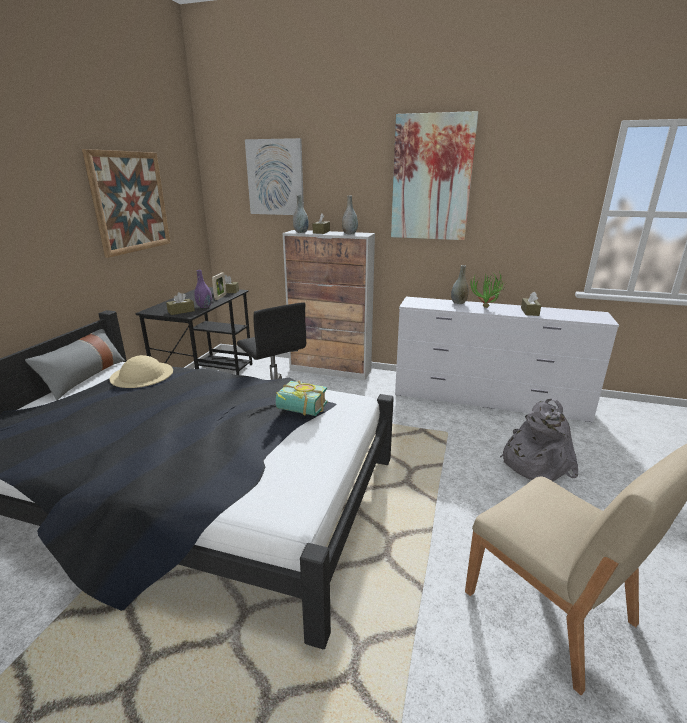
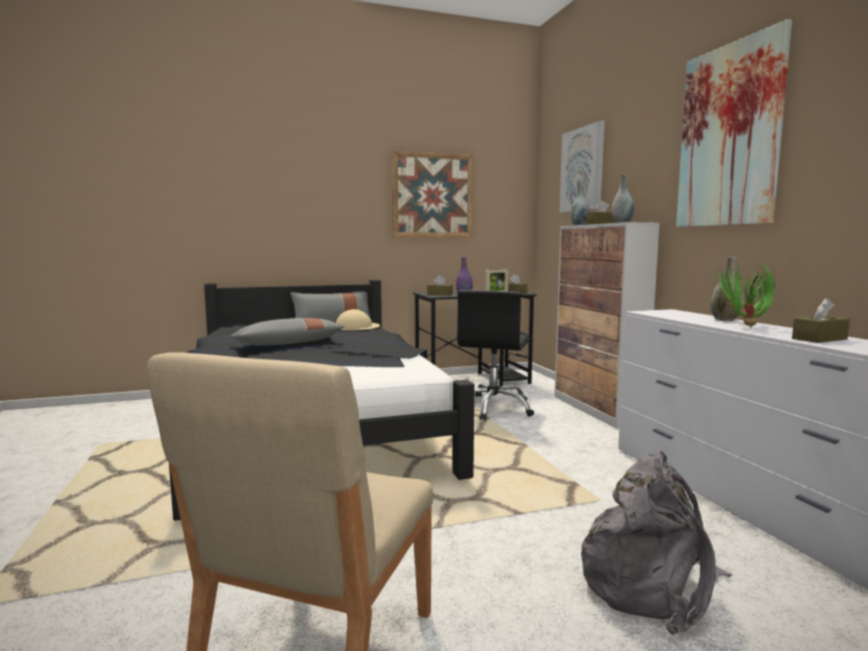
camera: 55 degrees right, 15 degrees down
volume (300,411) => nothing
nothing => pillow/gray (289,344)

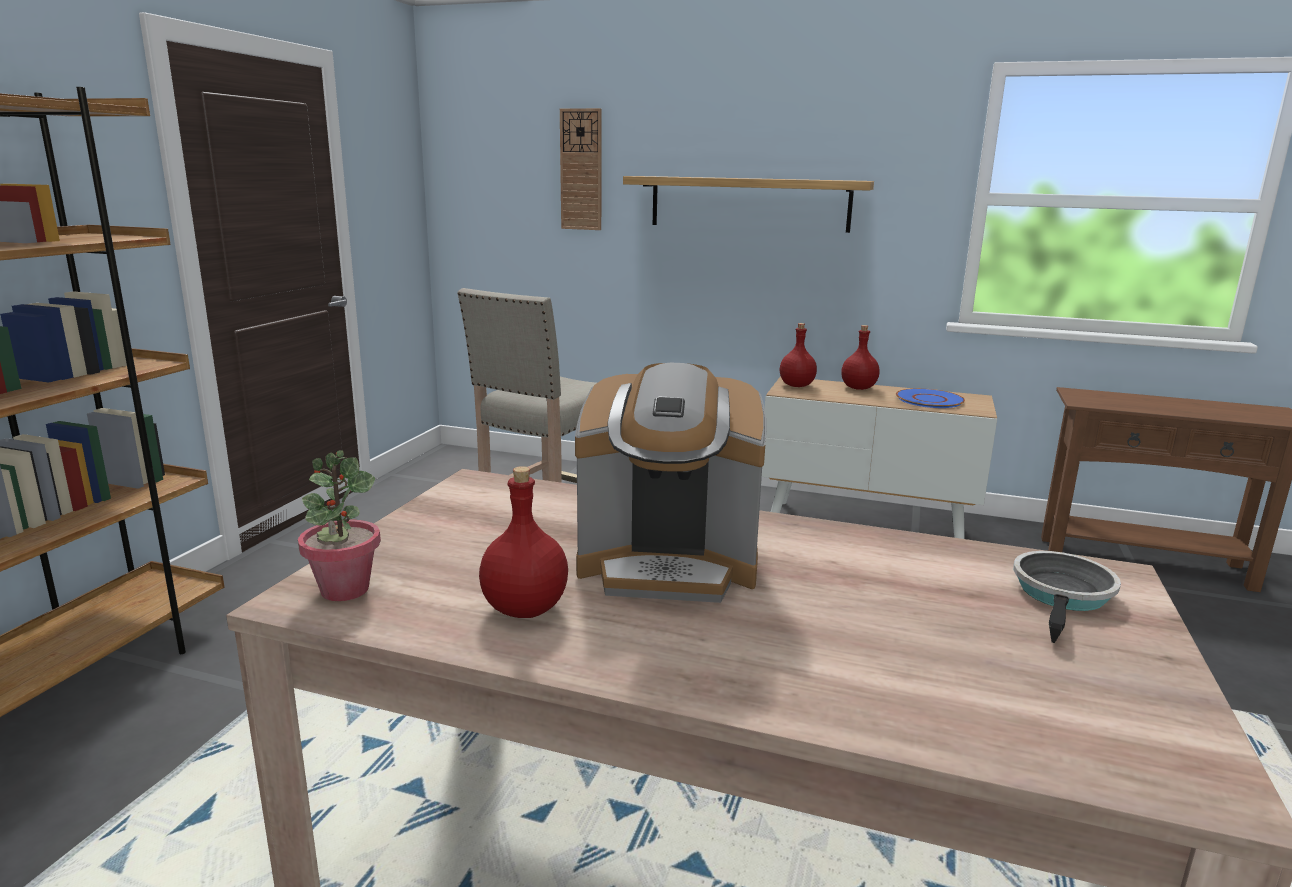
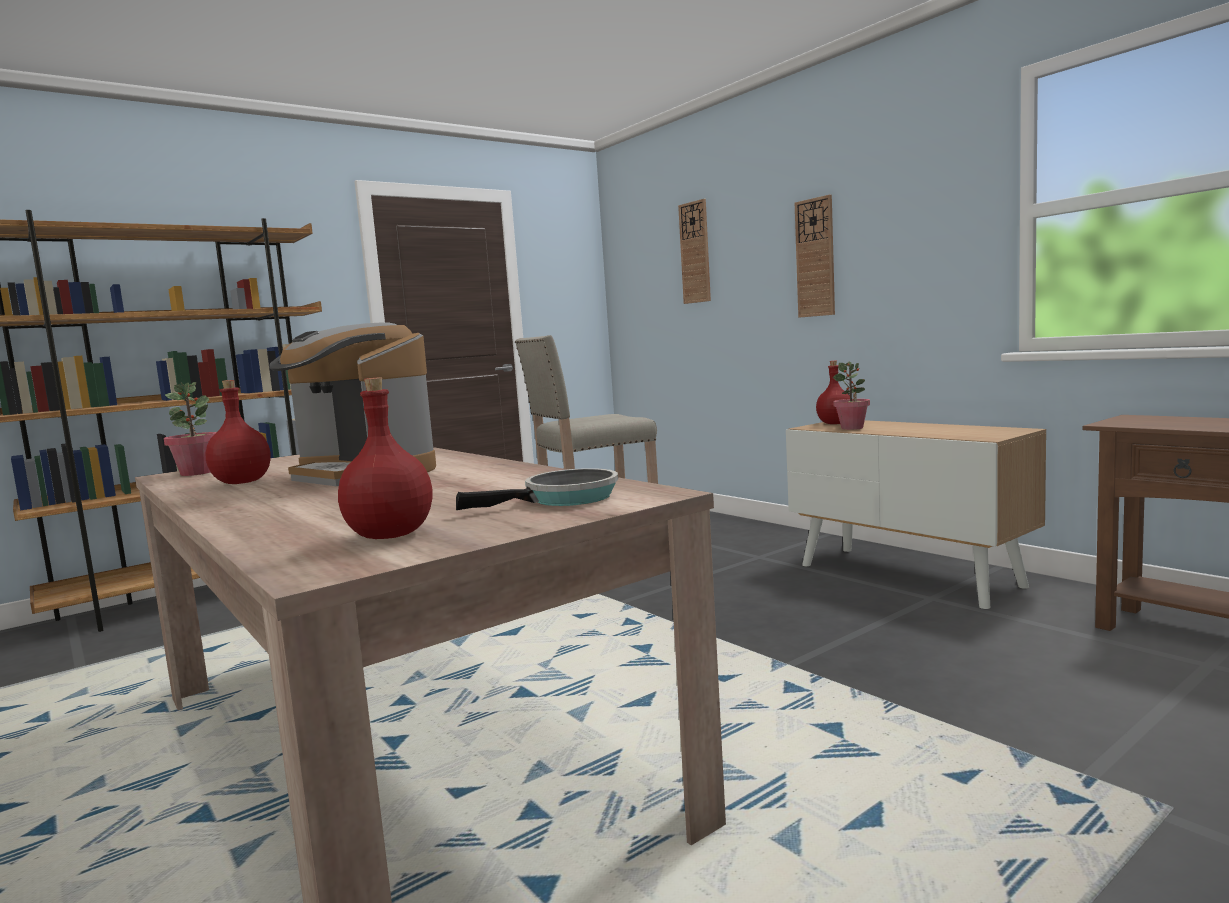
camera: 35 degrees right, 10 degrees down
bracket shelf (749,203) => wall clock (815,258)
bottle/red (858,388) => bottle/red (391,535), moved
plate/blue-coloured (930,400) => nothing
nothing => houseplant (852,428)

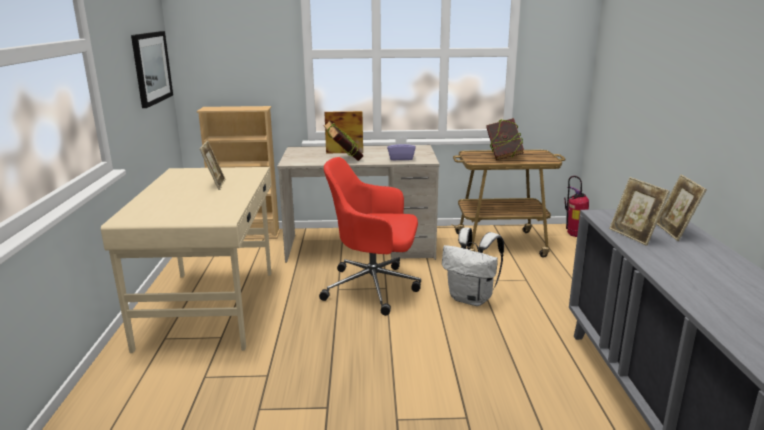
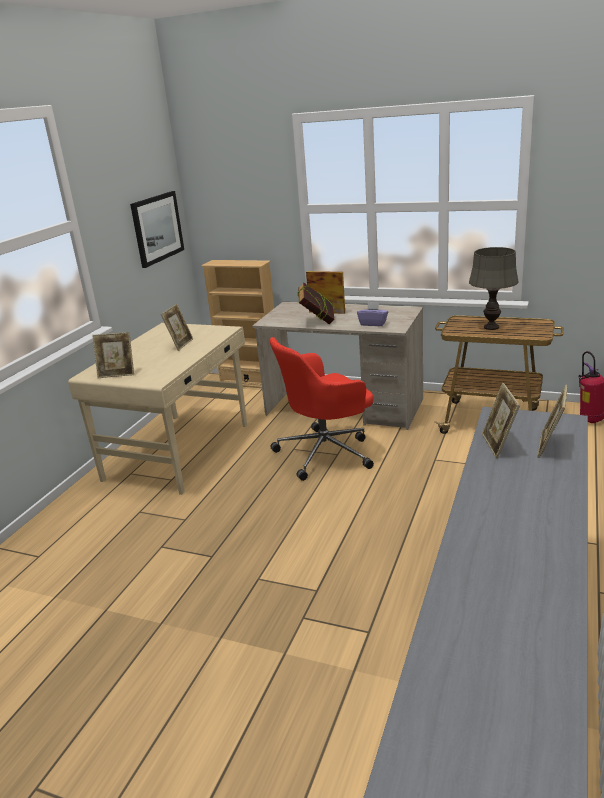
camera: 25 degrees right, 5 degrees up
computer chair/red (374,288) => computer chair/red (326,452), 60 degrees counterclockwise
knapsack/white-coloured (472,299) => nothing
volume (503,157) => tabletop lamp/gray (491,327)
nothing => standing frame (117,374)

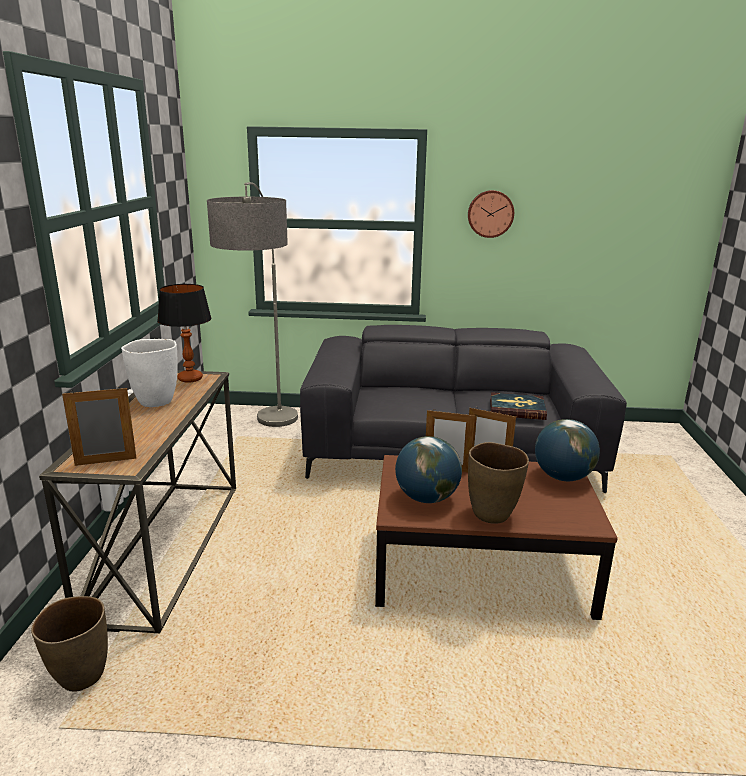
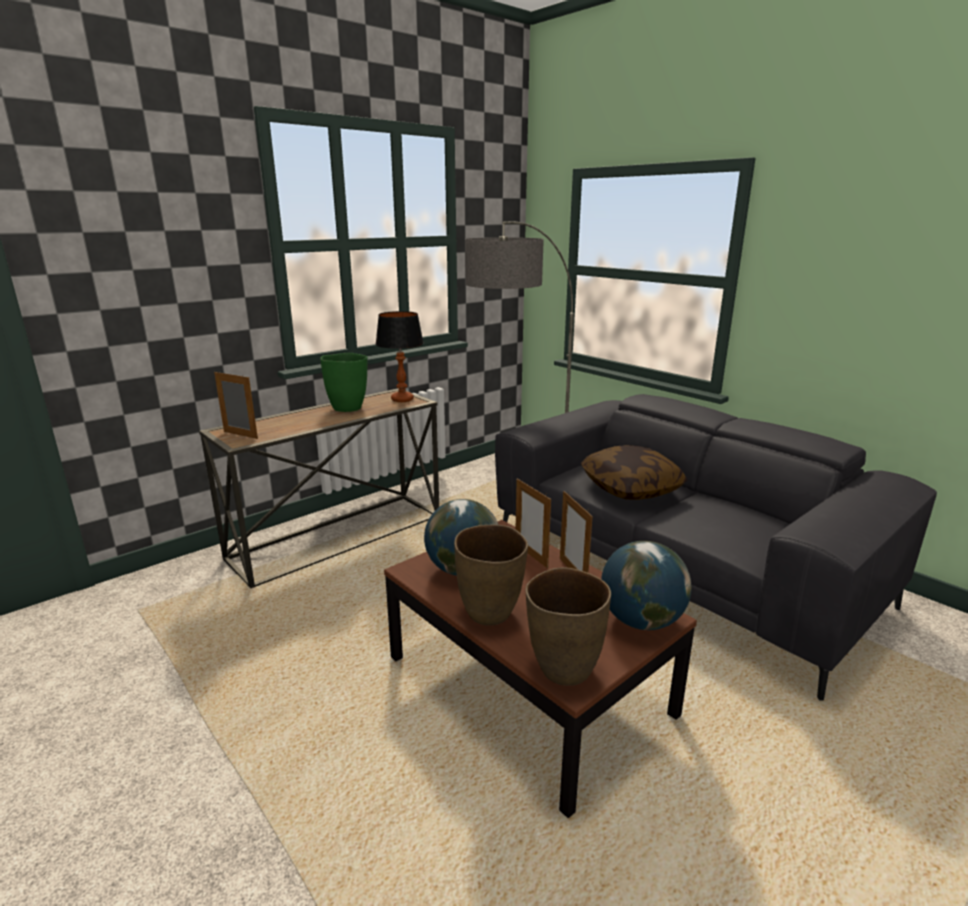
camera: 45 degrees right, 0 degrees up
vase/brown (80,677) => vase/brown (563,669), moved
vase/white-coloured (155,401) => vase/green (347,408)
wall clock (490,213) => nothing
volume (517,409) => nothing
nothing => pillow (631,488)

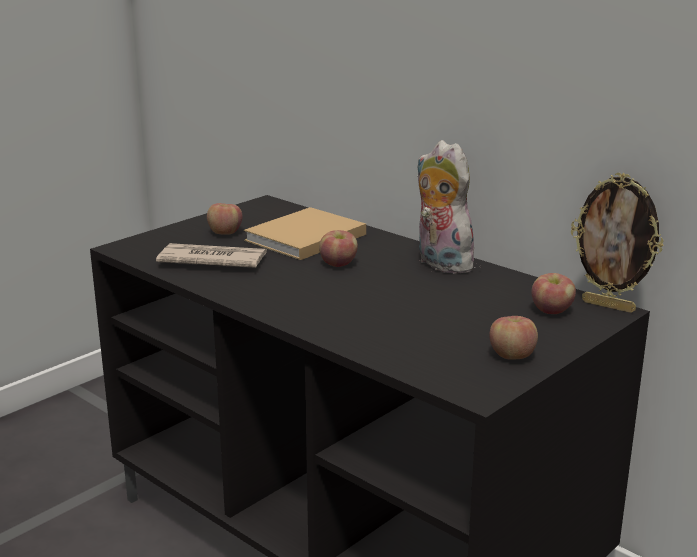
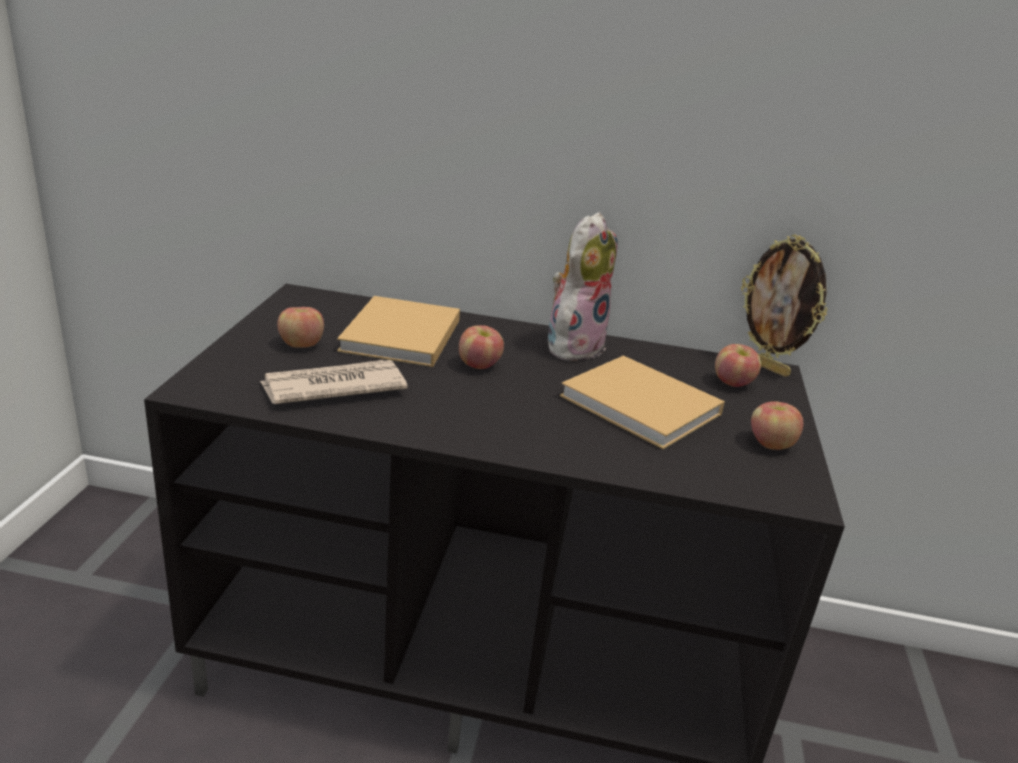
camera: 35 degrees left, 5 degrees up
cuddly toy (440,263) => cuddly toy (573,345), 105 degrees clockwise
standing frame (609,306) => standing frame (766,367), 45 degrees clockwise
nothing => volume/beige (644,407)

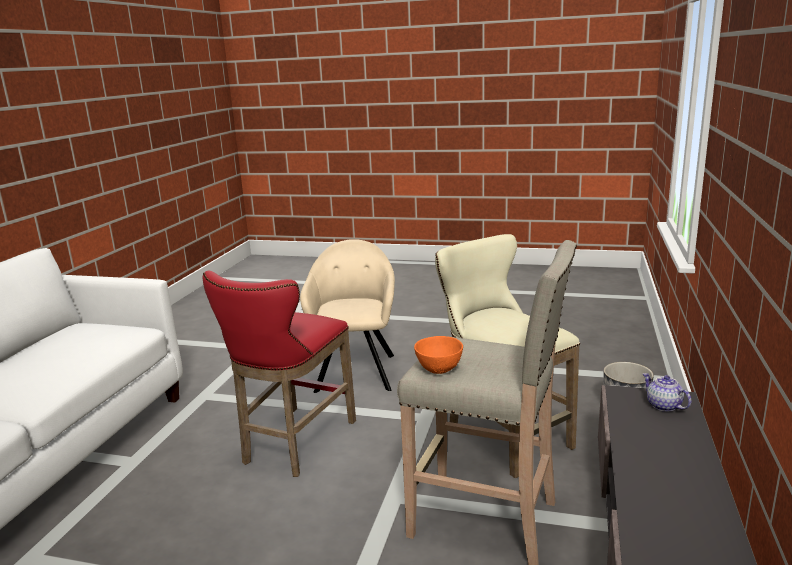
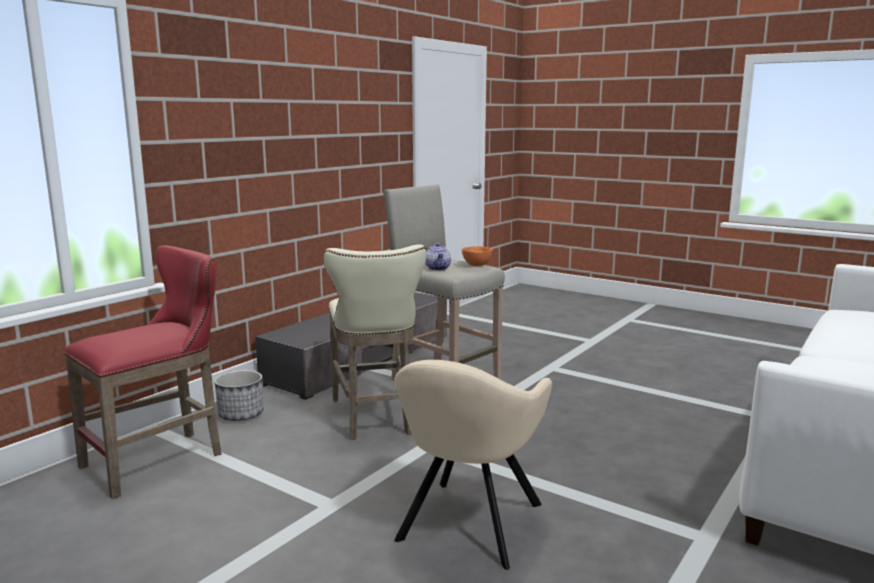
camera: 160 degrees left, 5 degrees down
stool seat/red (293,444) => stool seat/red (161,460), moved
teapot (663,405) => teapot (438,268), moved

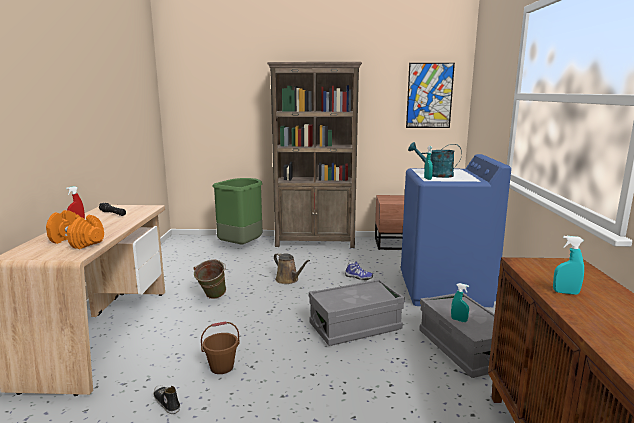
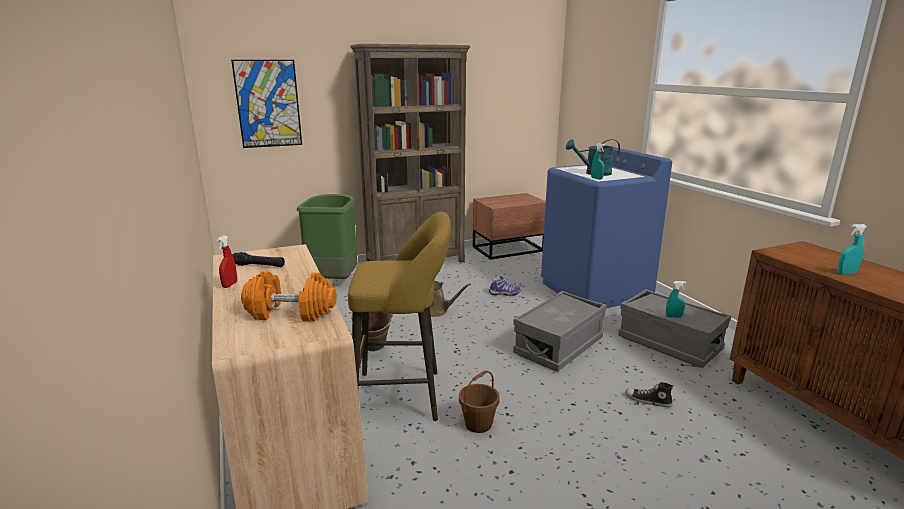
camera: 25 degrees left, 5 degrees up
shoe (166,402) => shoe (647,400), moved
picture (429,95) => picture (268,104), moved
nothing => stool seat/yellowish (404,395)

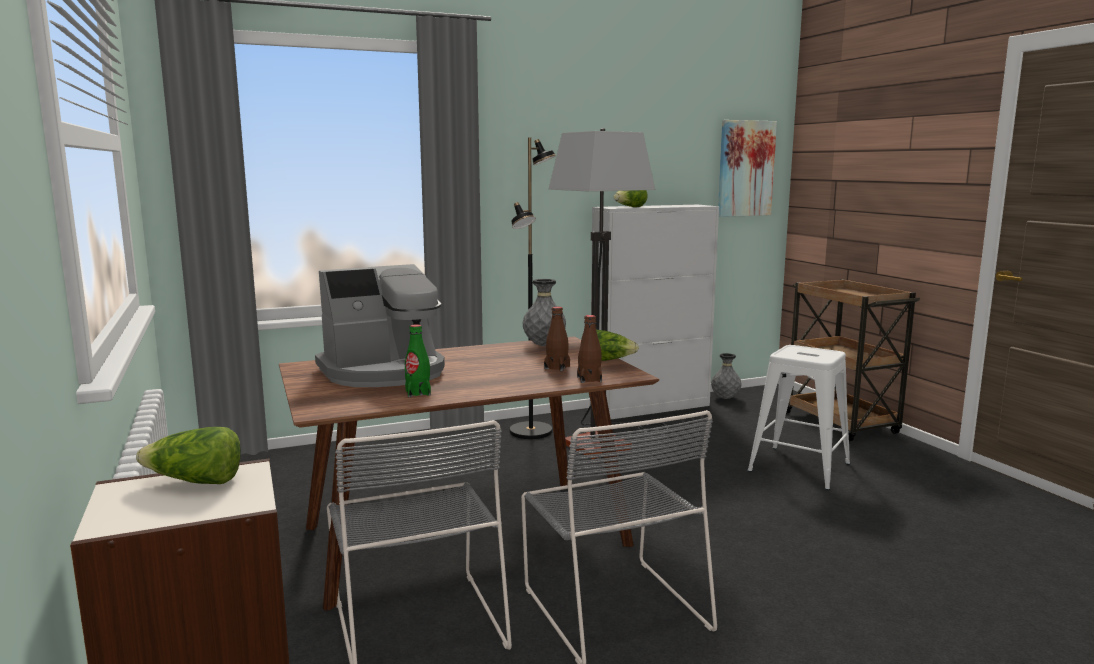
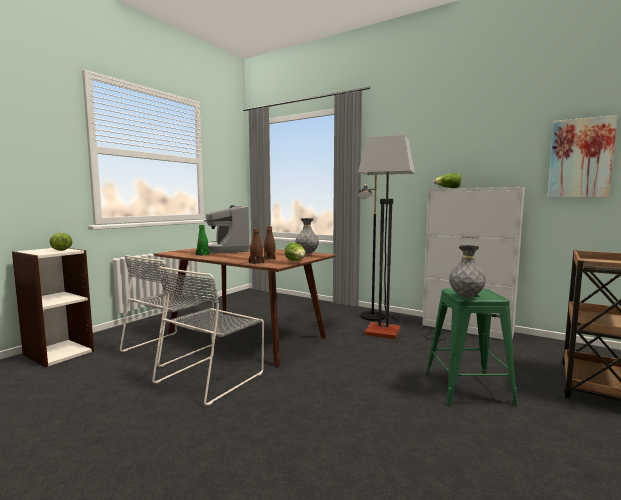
camera: 55 degrees right, 5 degrees down
coffee brewer (384,372) => coffee brewer (226,250), 45 degrees clockwise
vase/gray (725,398) => vase/gray (466,297), moved
stool seat/white-coloured (798,467) => stool seat/green (467,388)

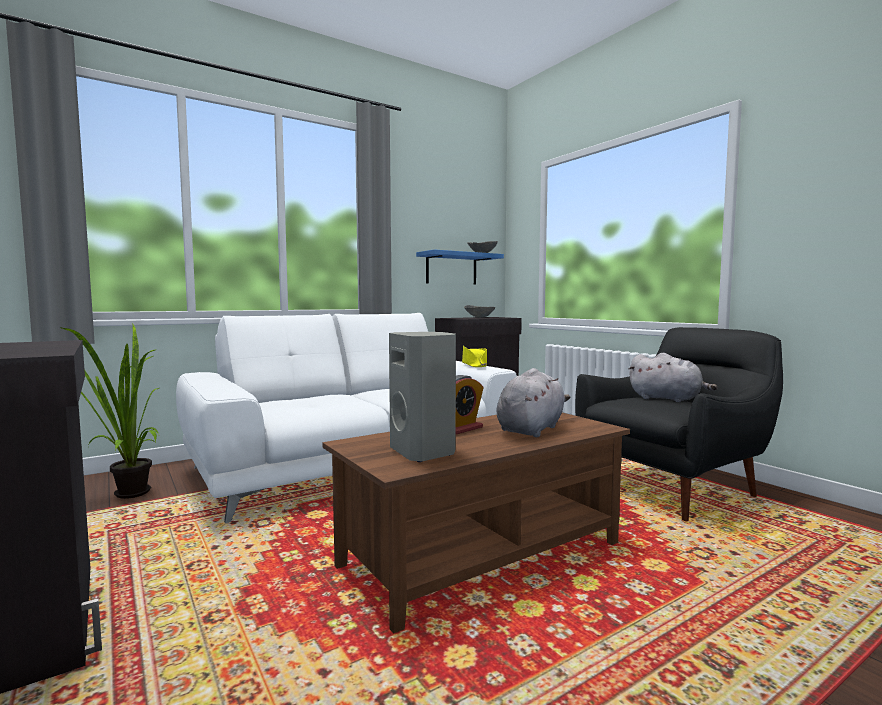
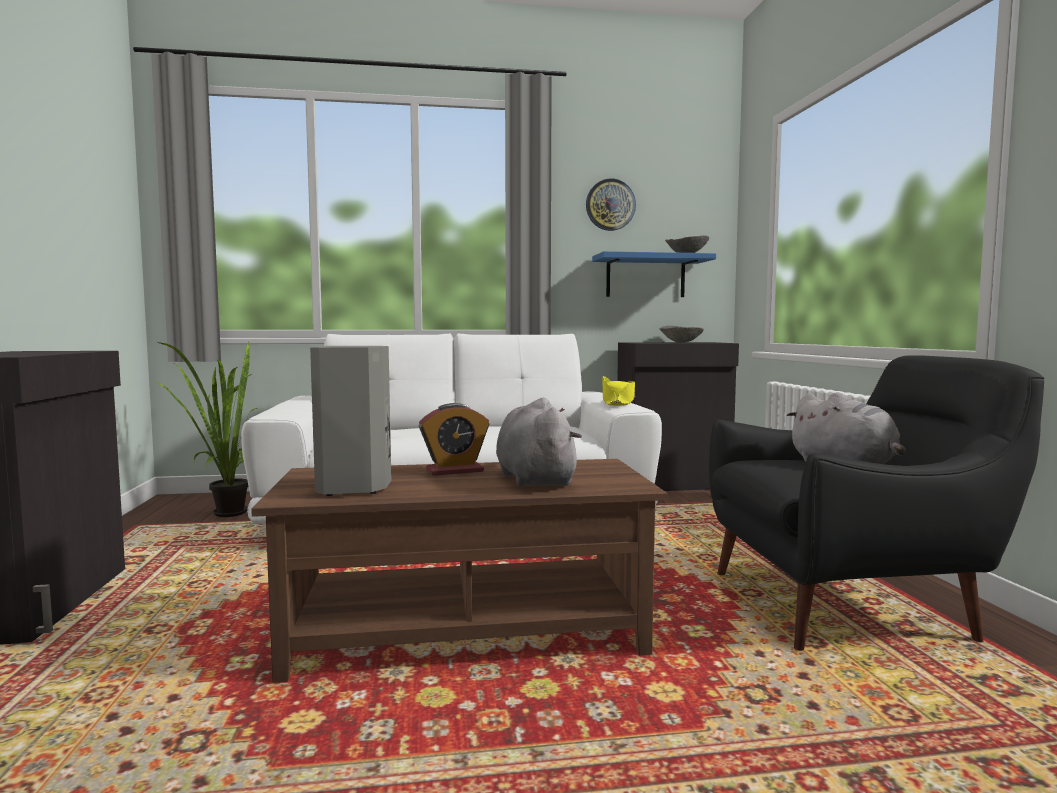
camera: 25 degrees right, 0 degrees up
cuddly toy/gray (531,429) => cuddly toy/gray (534,479), 75 degrees counterclockwise
nothing => wall clock (610,205)

